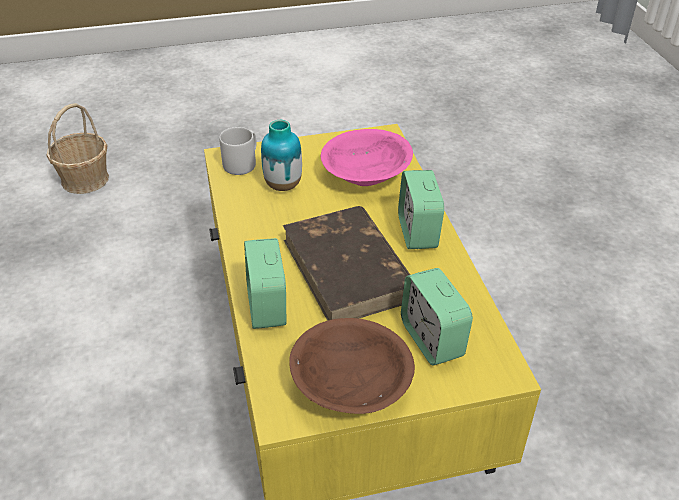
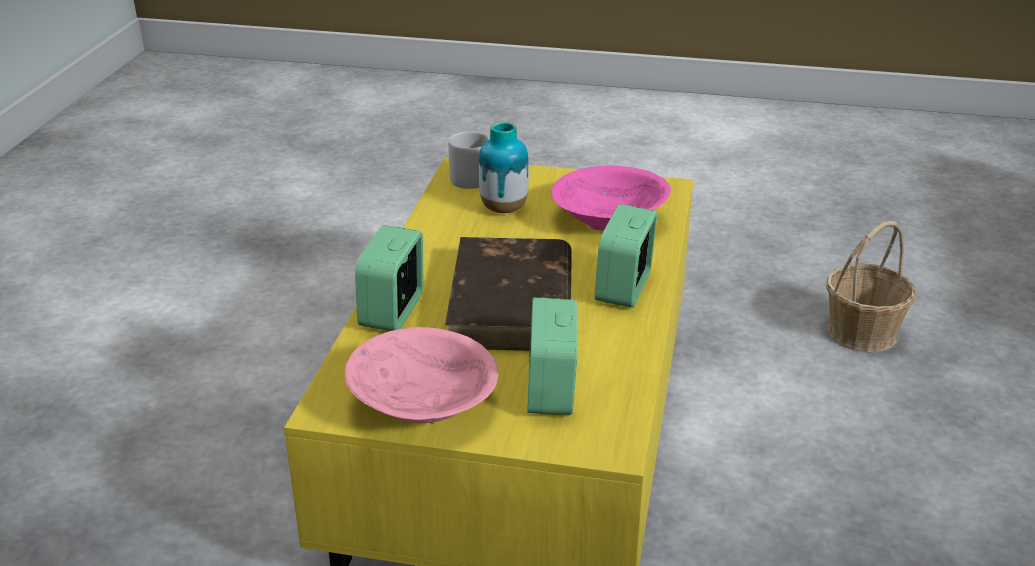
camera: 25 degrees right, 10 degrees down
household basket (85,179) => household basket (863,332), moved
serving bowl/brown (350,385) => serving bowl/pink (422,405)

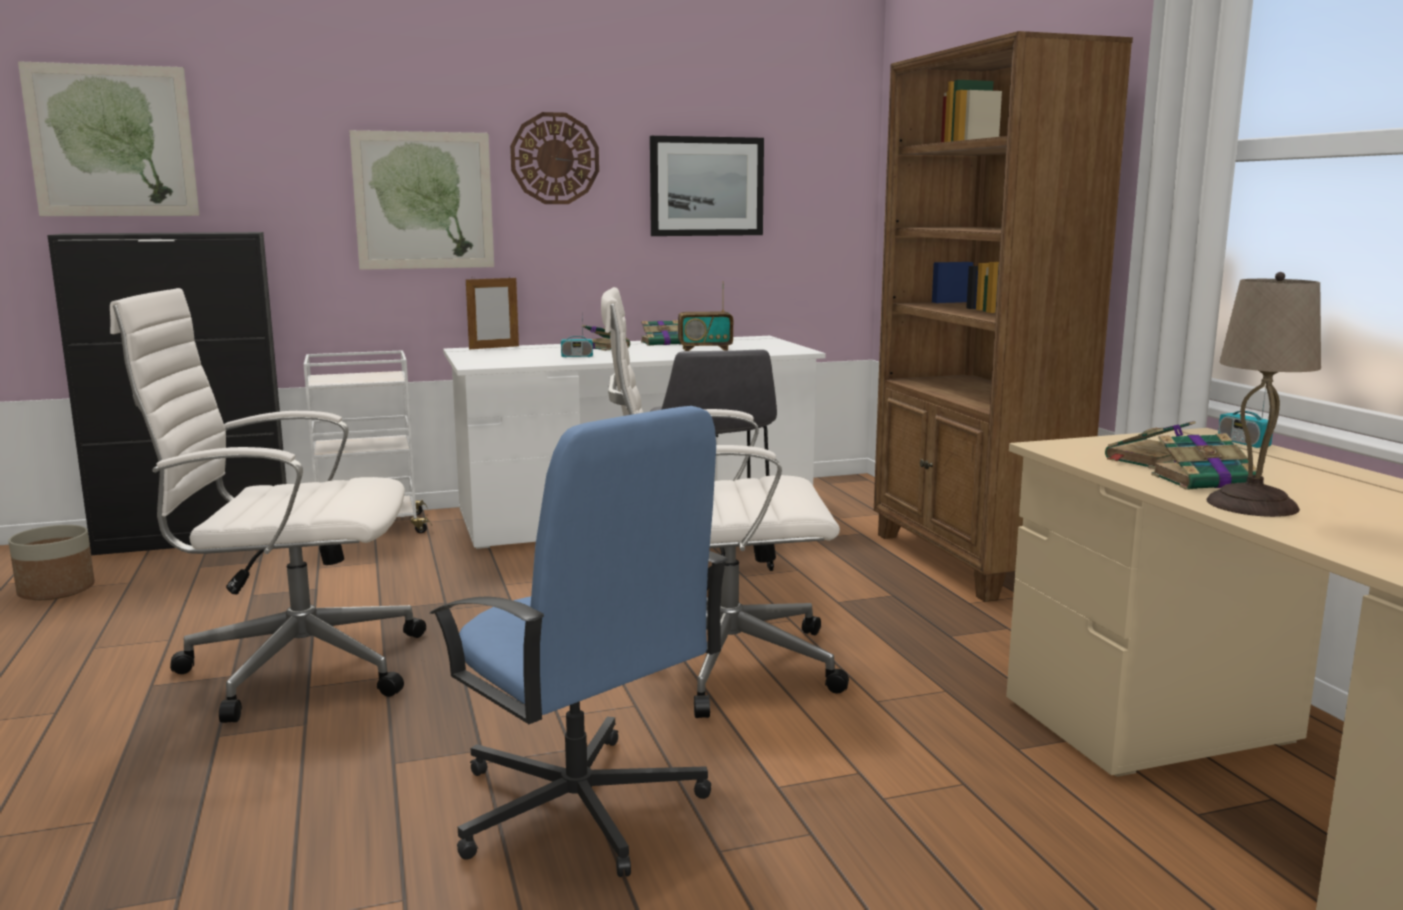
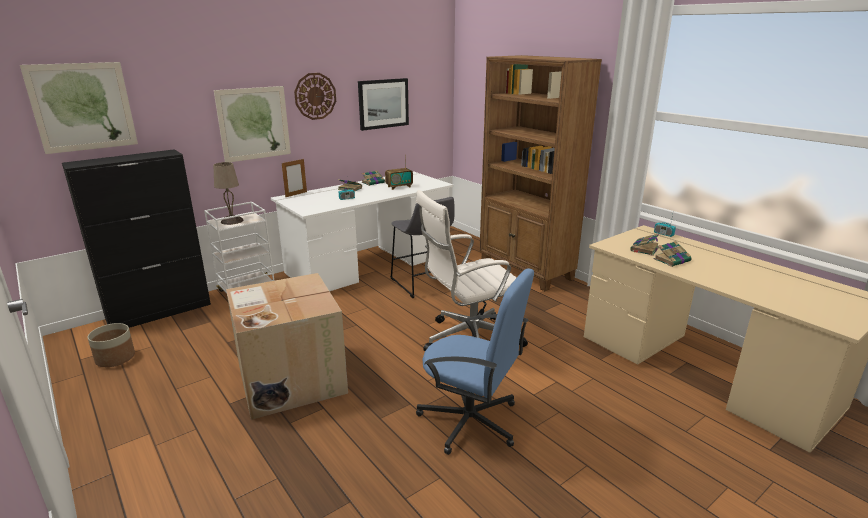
camera: 20 degrees left, 10 degrees up
computer chair/white-coloured (295,666) => carton (289,379)
tabletop lamp/beige (1253,504) => tabletop lamp/beige (232,220), moved

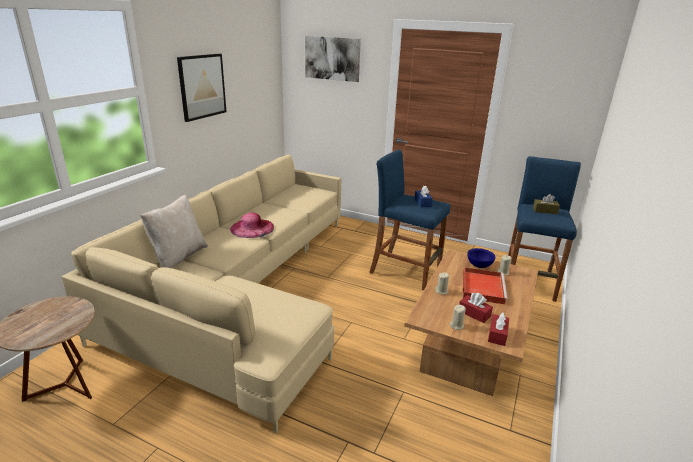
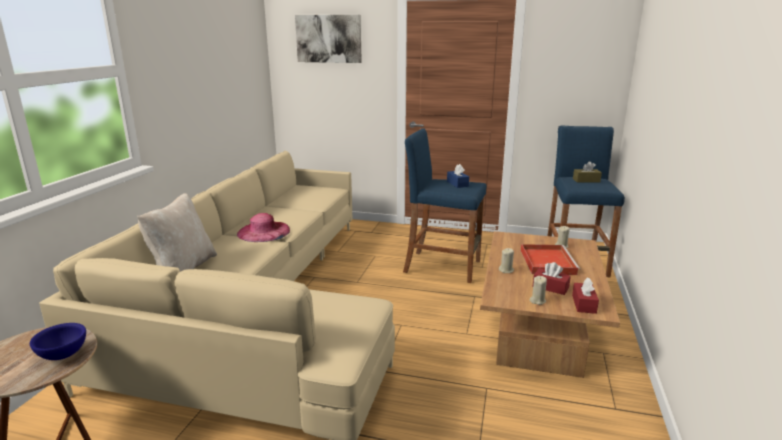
camera: 10 degrees left, 5 degrees down
picture (202,86) => nothing
serving bowl/blue-coloured (479,265) => serving bowl/blue-coloured (64,354), moved

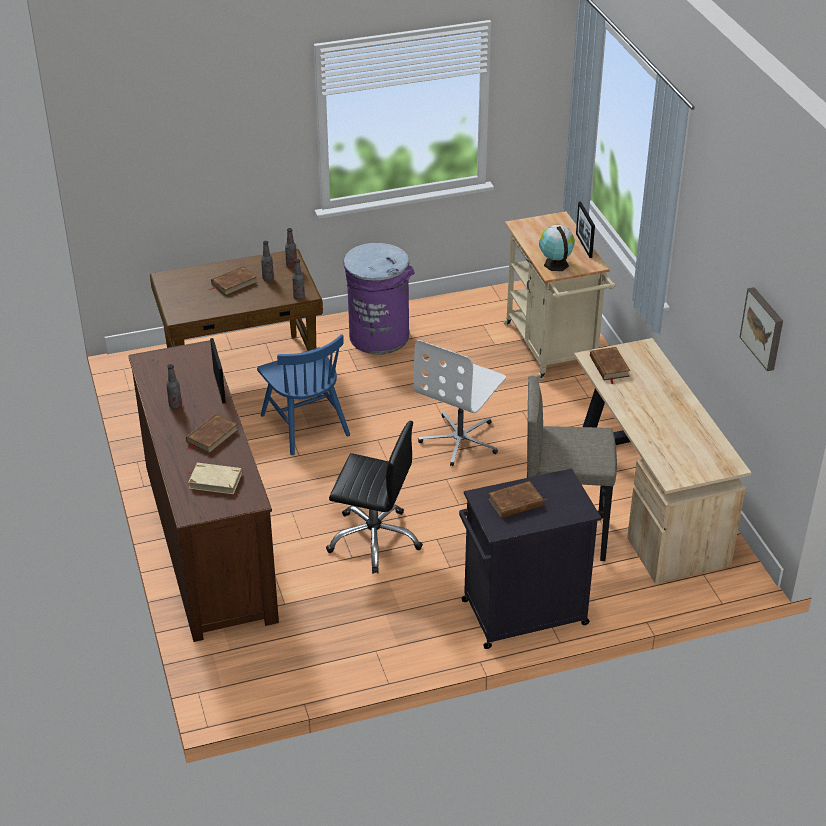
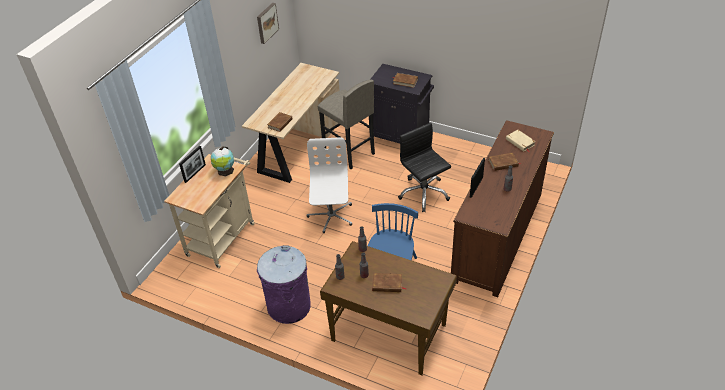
camera: 135 degrees left, 5 degrees up
computer chair/white-coloured (460,440) => computer chair/white-coloured (331,216), 75 degrees counterclockwise

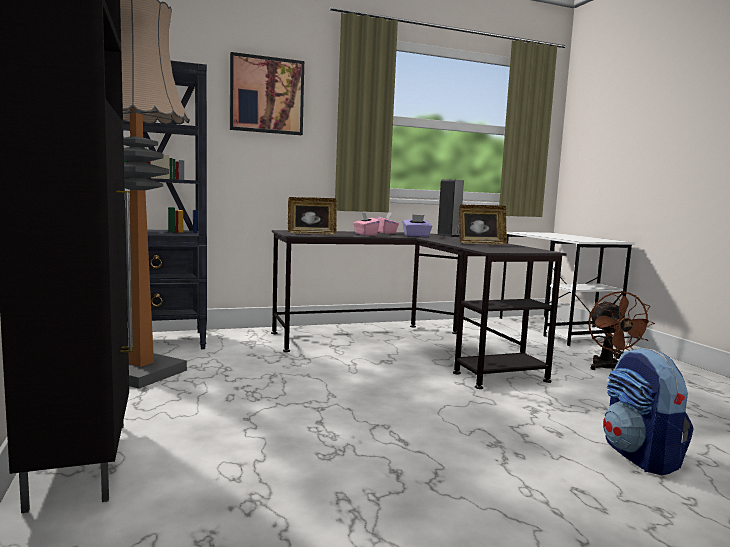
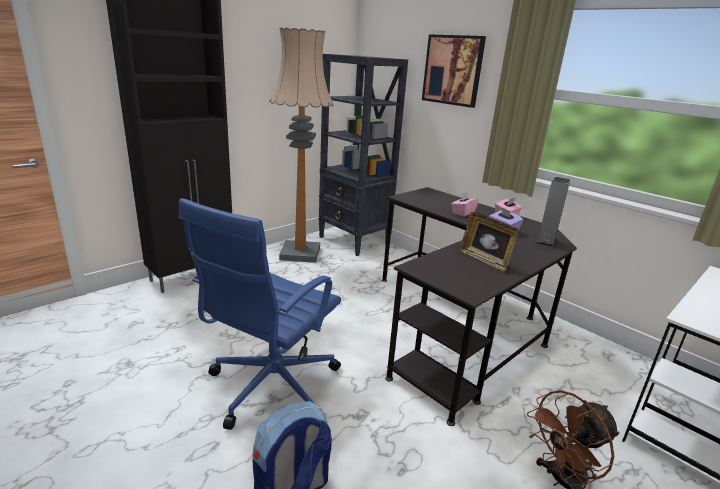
camera: 65 degrees right, 15 degrees up
standing frame (311,233) => nothing
nothing => computer chair/blue-coloured (271,387)

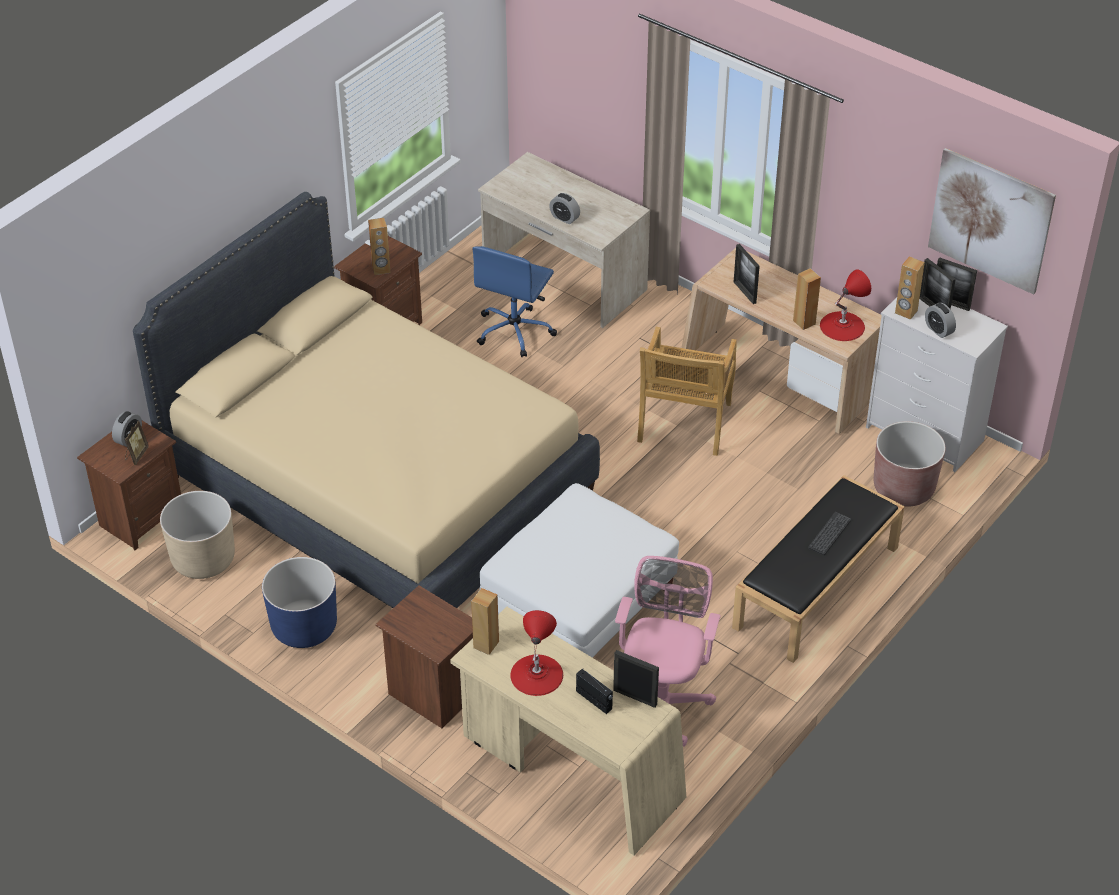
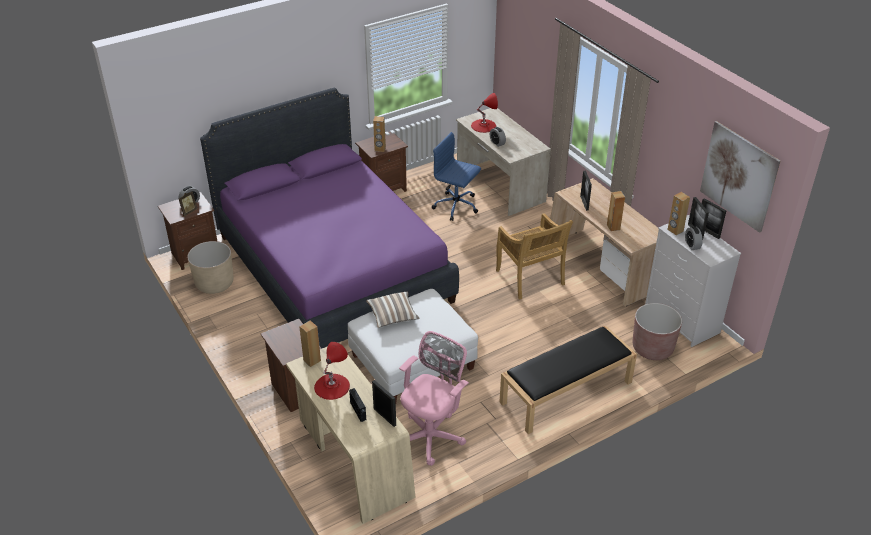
camera: 20 degrees right, 5 degrees down
bed/beige (378,483) => bed/purple (333,268)
flower pot/blue-coloured (304,627) => nothing
computer chair/blue-coloured (515,331) => computer chair/blue-coloured (456,206), 75 degrees clockwise
upright chair/beige (684,424) => upright chair/beige (530,278), 60 degrees counterclockwise
PC keyboard (829,534) => nothing
tabletop lamp/red (842,326) => tabletop lamp/red (483,125), moved
nothing => pillow (393,316)

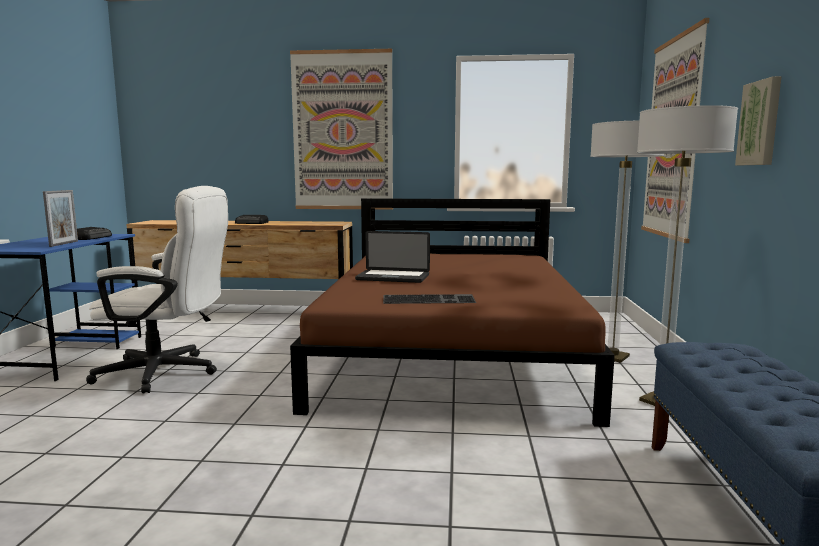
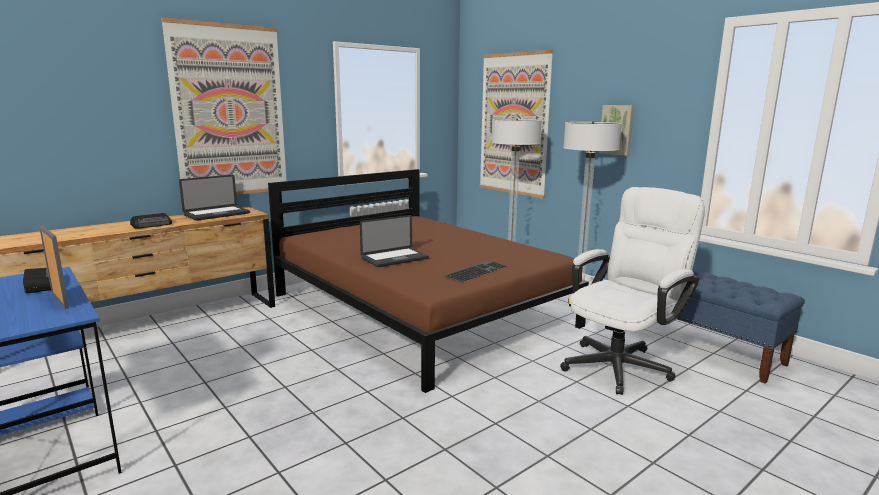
camera: 45 degrees left, 5 degrees up
computer chair/white-coloured (168,373) => computer chair/white-coloured (622,363), moved
nothing => notebook computer (217,214)

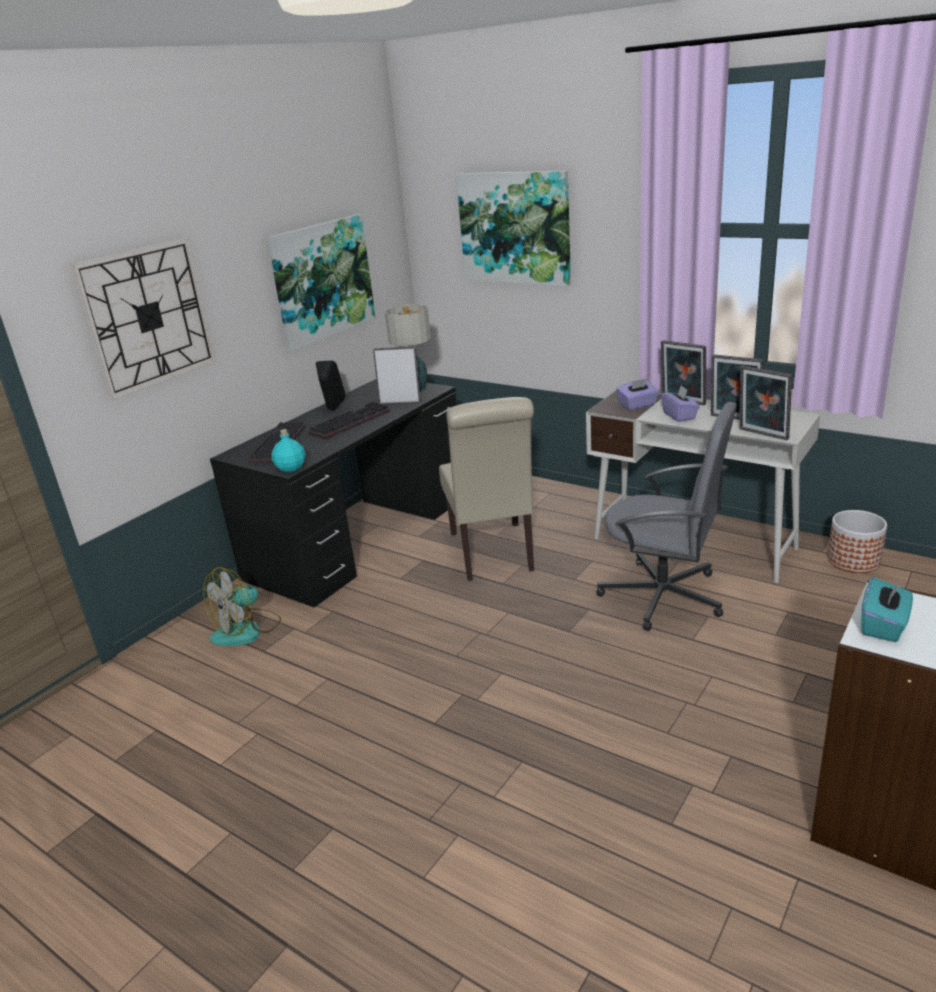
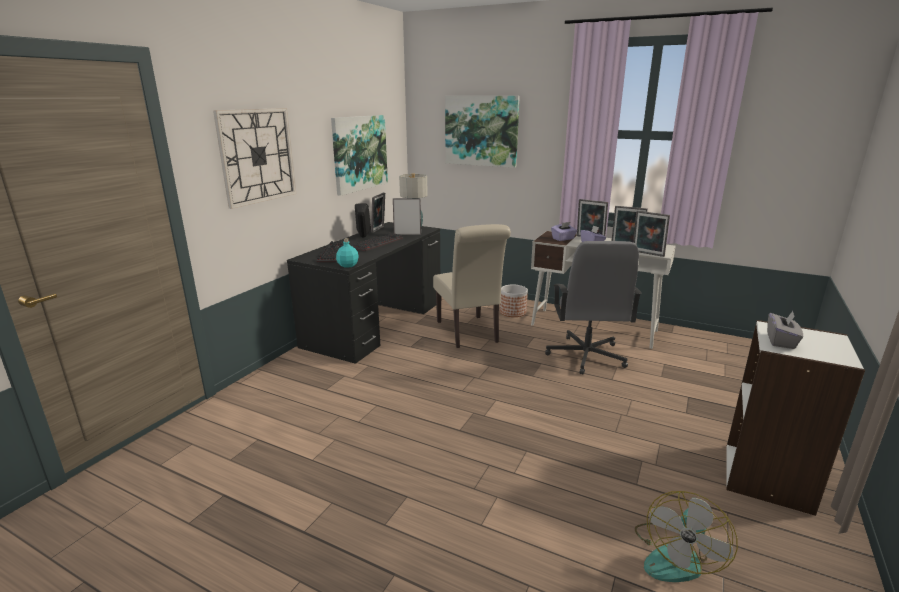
camera: 10 degrees left, 5 degrees down
fan (247,630) => fan (676,556), moved
computer chair/gray (664,596) => computer chair/gray (586,356), 75 degrees clockwise
flower pot (854,560) => flower pot (513,312), moved
tissue holder/blue-green (883,625) => tissue holder/gray (781,341)
nothing => standing frame (379,229)

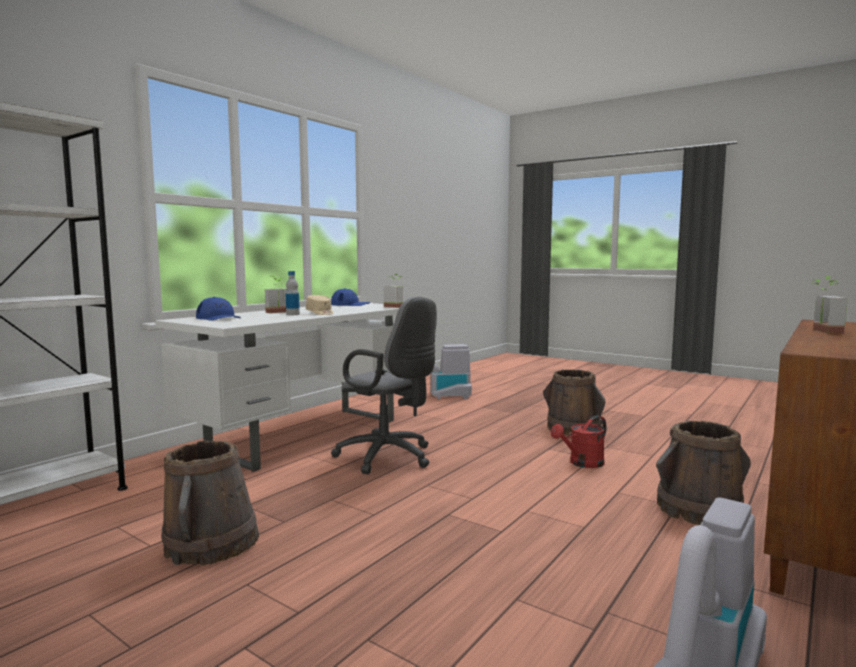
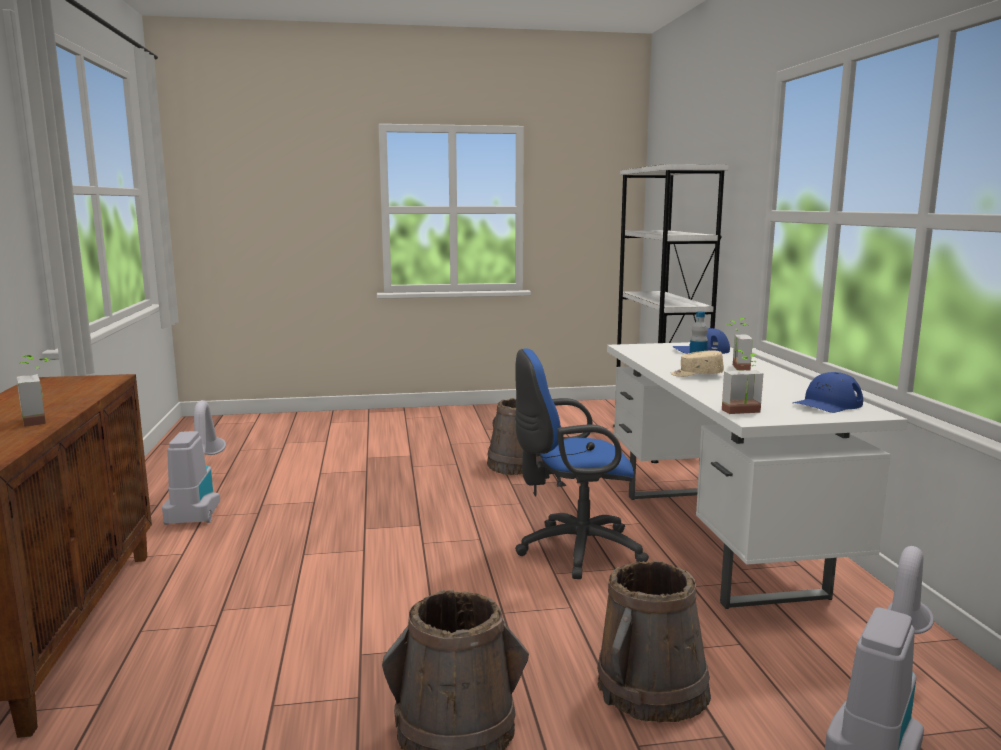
camera: 135 degrees right, 5 degrees up
computer chair/gray (389,458) => computer chair/blue-coloured (573,550)
watering pot/red (582,463) => nothing
water bucket/brown (698,510) => water bucket/brown (652,689), moved

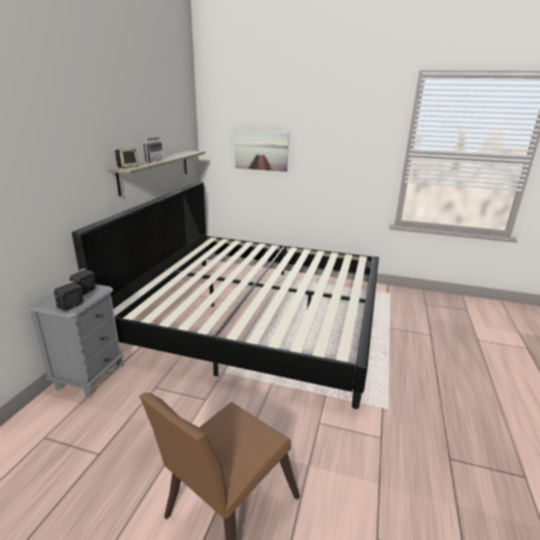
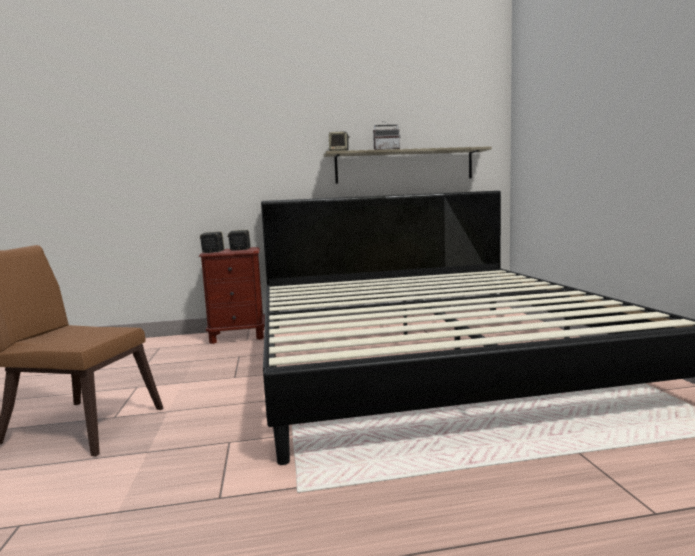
camera: 65 degrees right, 15 degrees down
bedside table/gray (90,376) => bedside table/brown (238,336)
picture (261,150) => nothing

